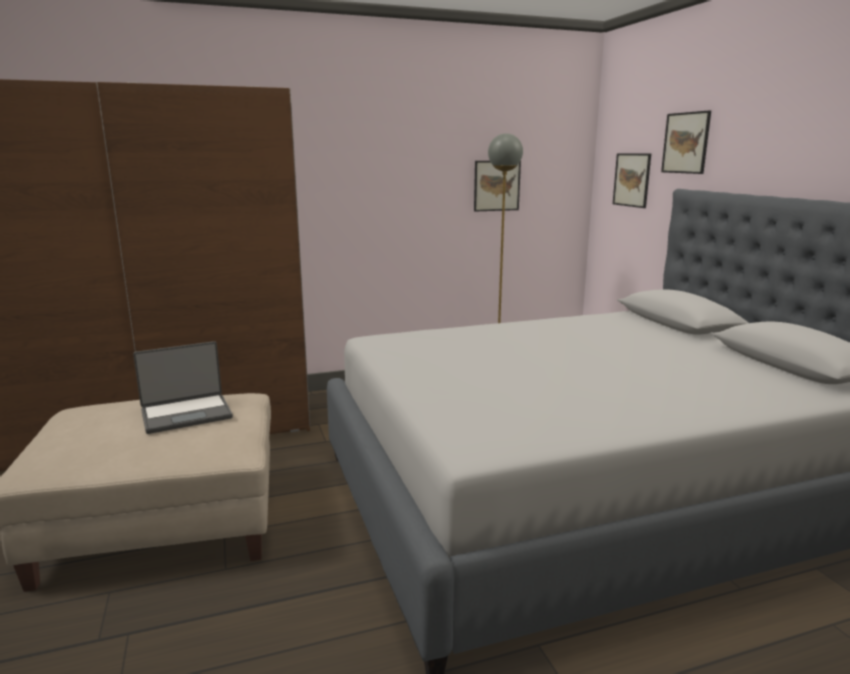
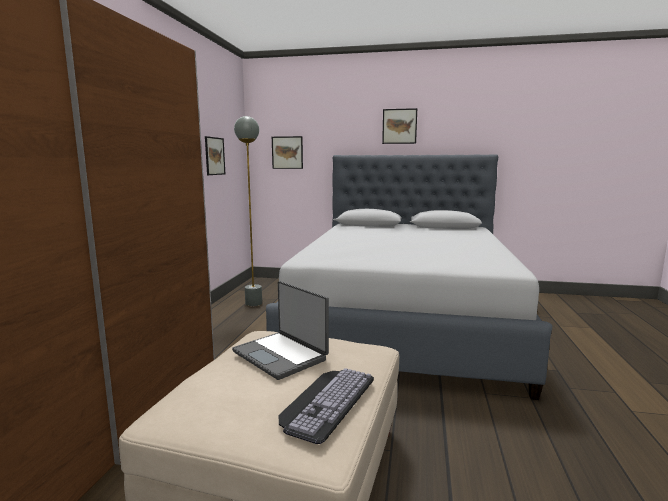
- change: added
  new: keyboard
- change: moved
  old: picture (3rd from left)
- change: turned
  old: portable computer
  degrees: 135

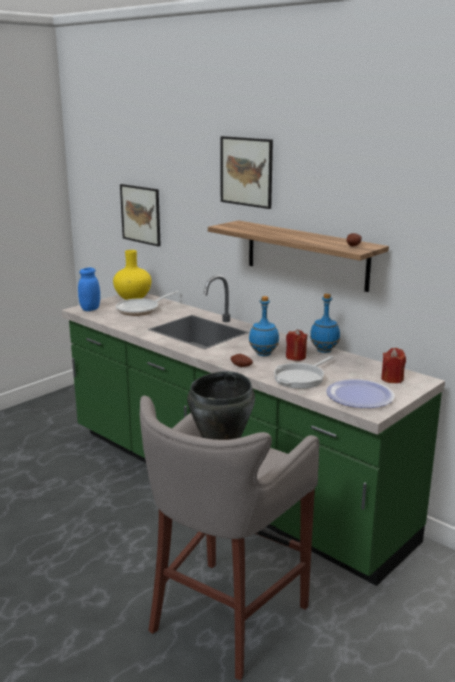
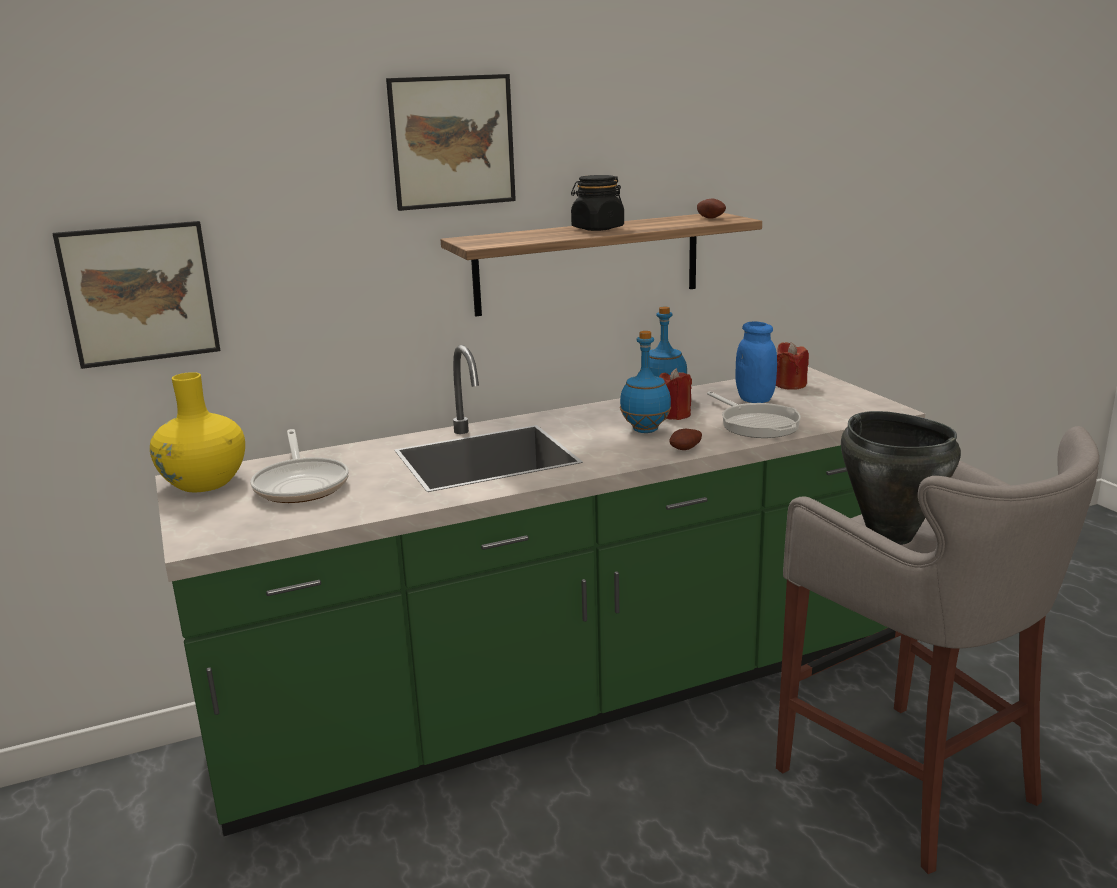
- change: removed
  old: flat dish
- change: added
  new: black-coloured preserve jar
- change: moved
  old: blue preserve jar

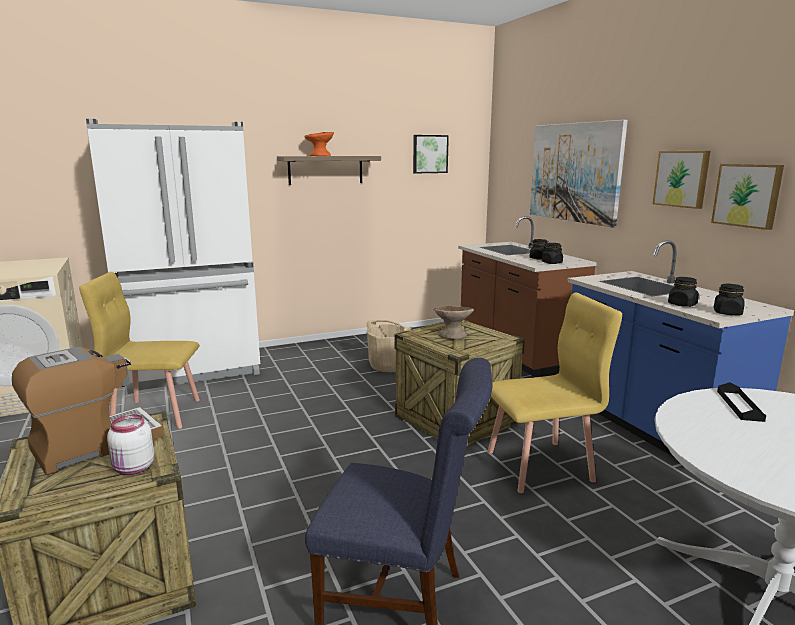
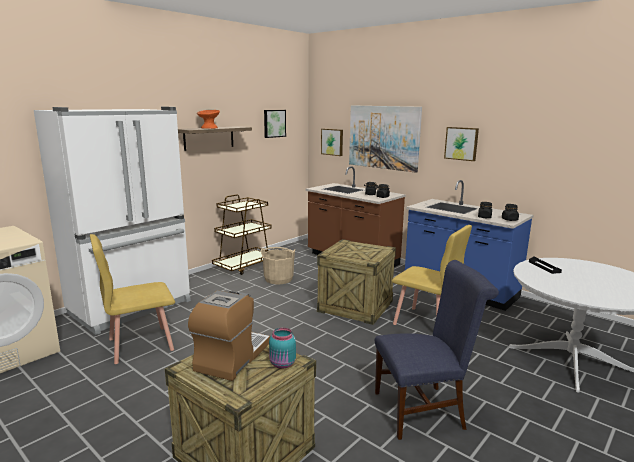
- change: removed
  old: sand-coloured bowl
- change: added
  new: brown-coloured trolley
- change: moved
  old: picture (4th from left in the first image)
  new: picture (2nd from left)
- change: recoloured
  old: whitish preserve jar
  new: turquoise-coloured preserve jar
- change: turned
  old: yellow-coloured upright chair (2nd from left)
  degrees: 75

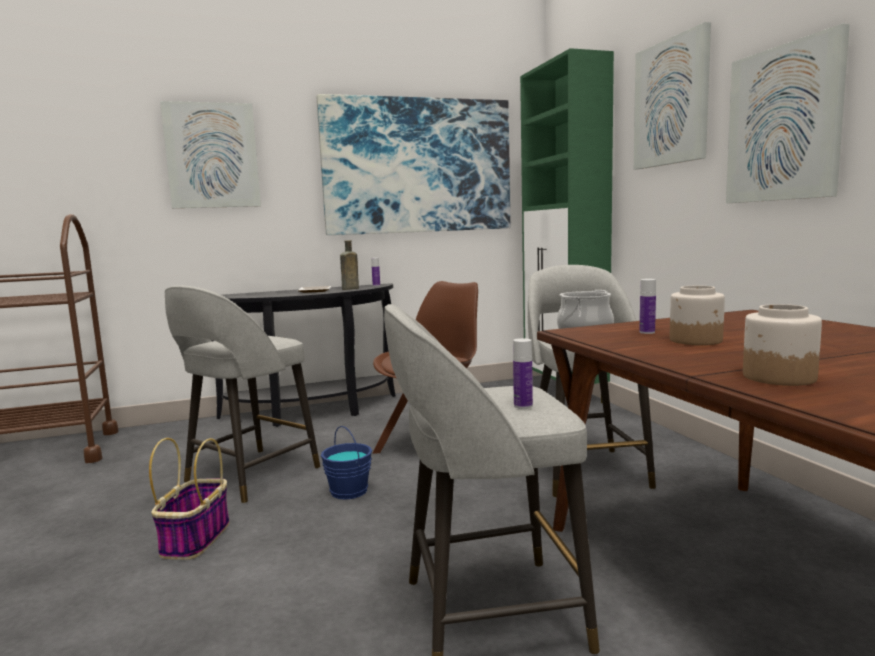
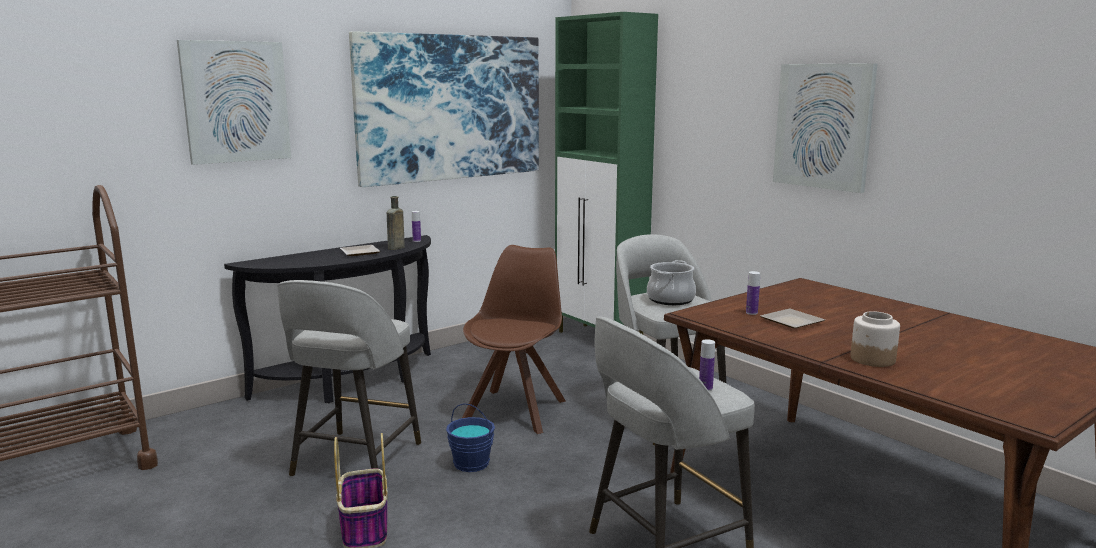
- change: removed
  old: picture (3rd from left)
- change: replaced
  old: preserve jar (1st from left)
  new: flat dish (2nd from left)

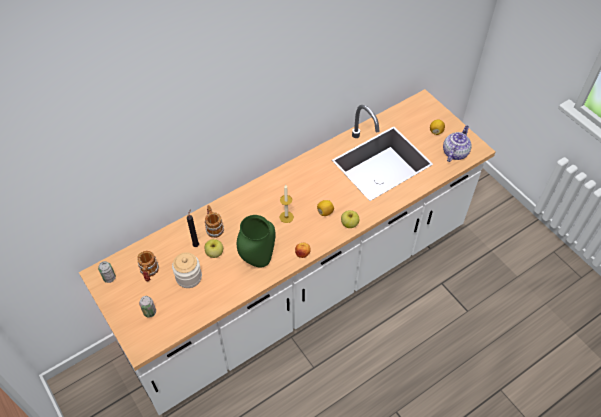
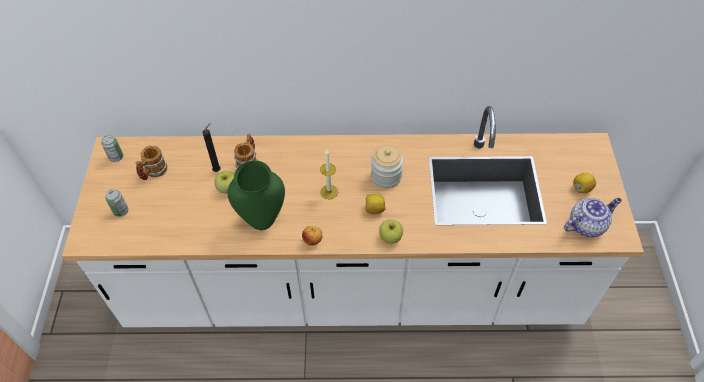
- change: moved
  old: preserve jar

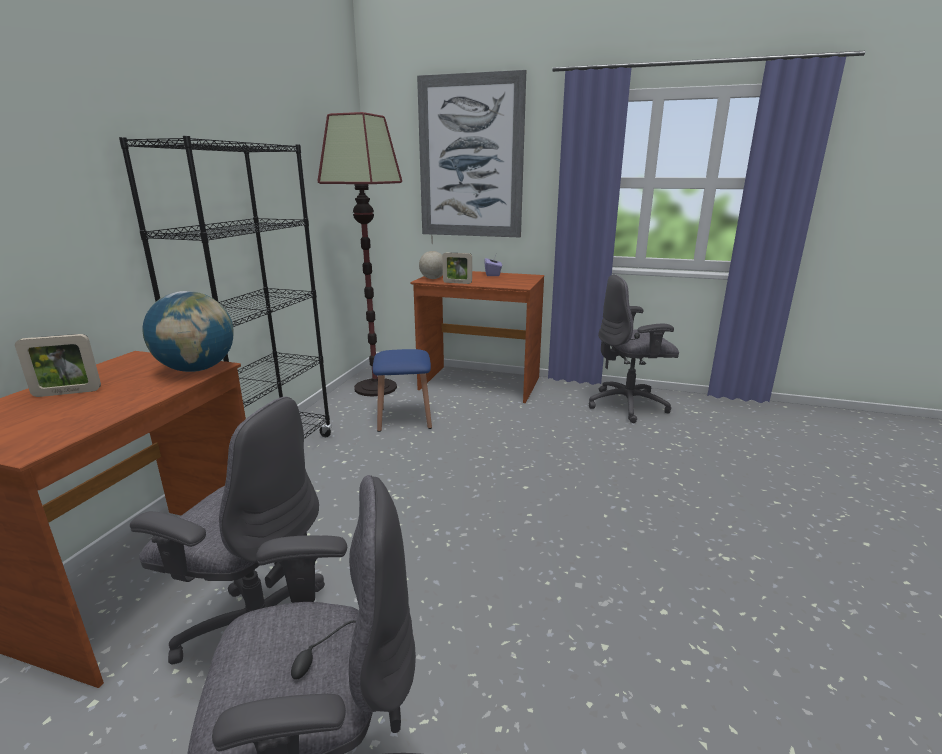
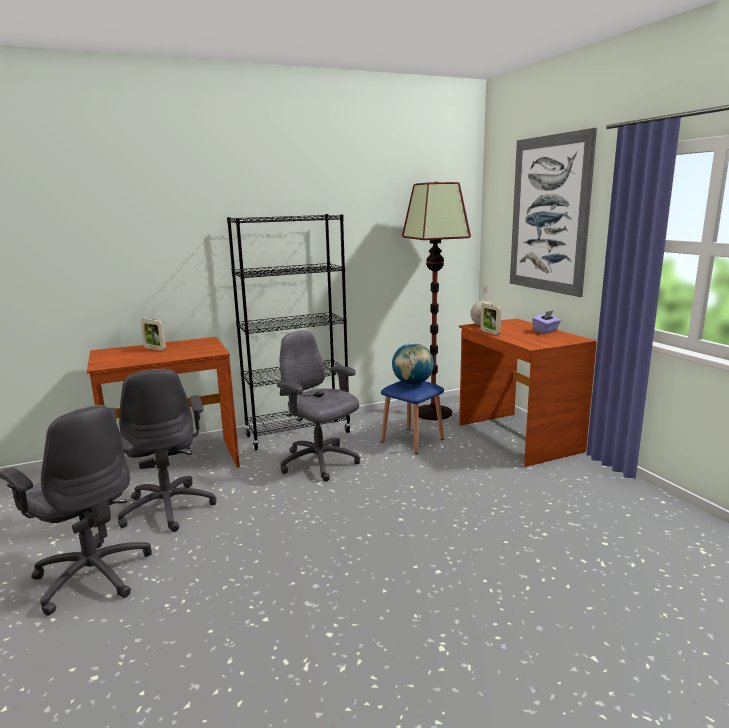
- change: moved
  old: world globe (1st from left)
- change: moved
  old: grey desk chair (3rd from left)

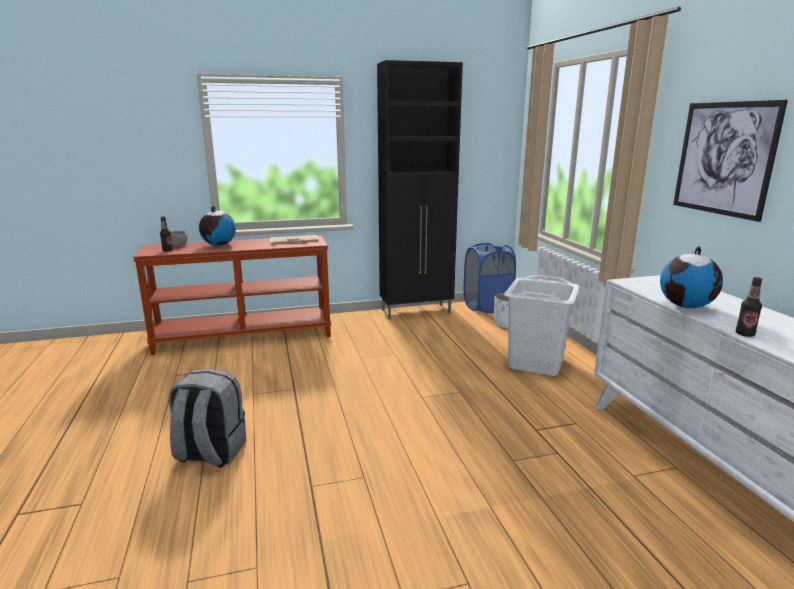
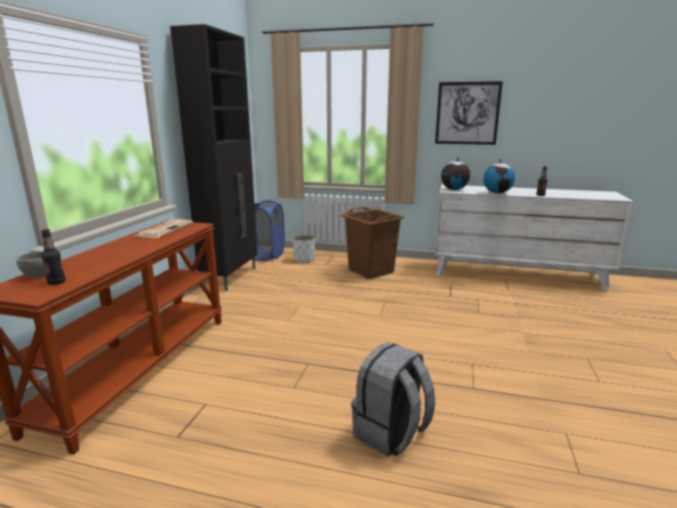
- change: moved
  old: world globe (1st from left)
- change: recoloured
  old: whitish laundry basket
  new: brown-coloured laundry basket

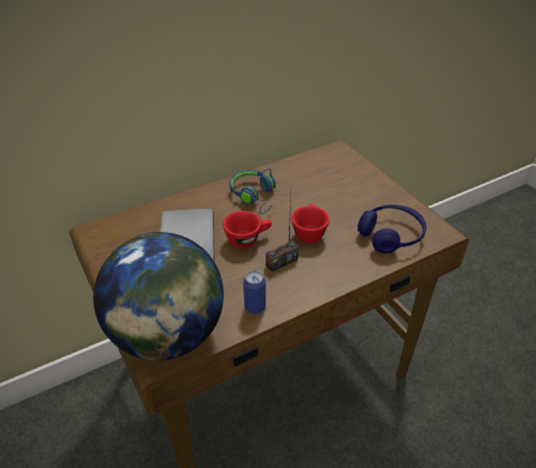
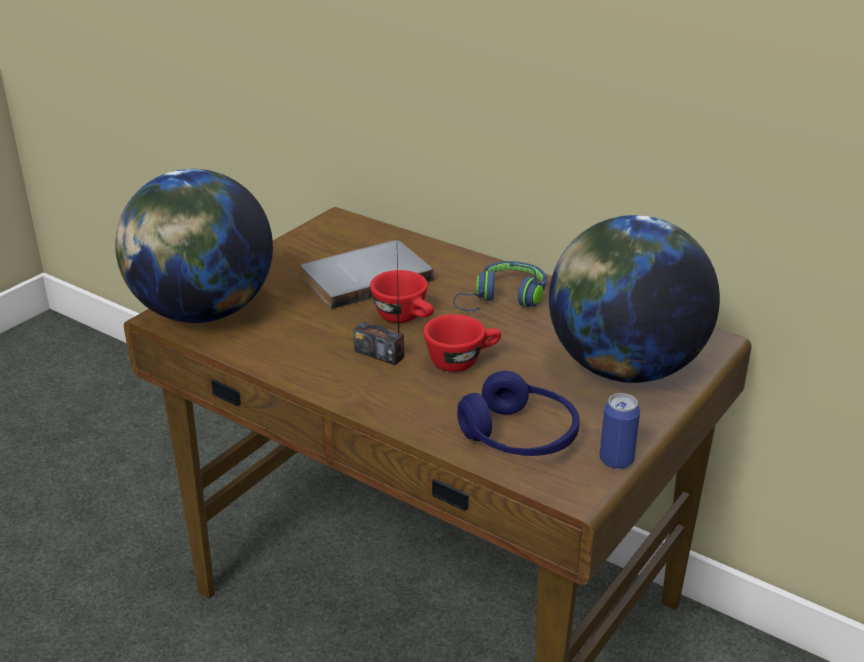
- change: added
  new: world globe (2nd from left)
- change: moved
  old: sealed can

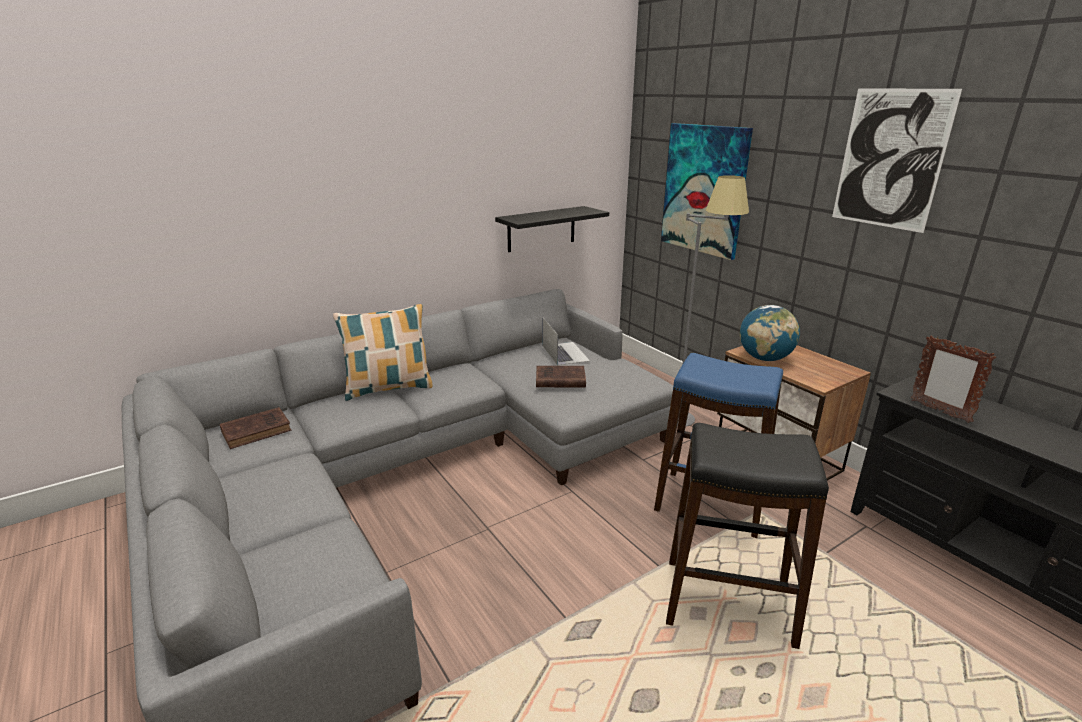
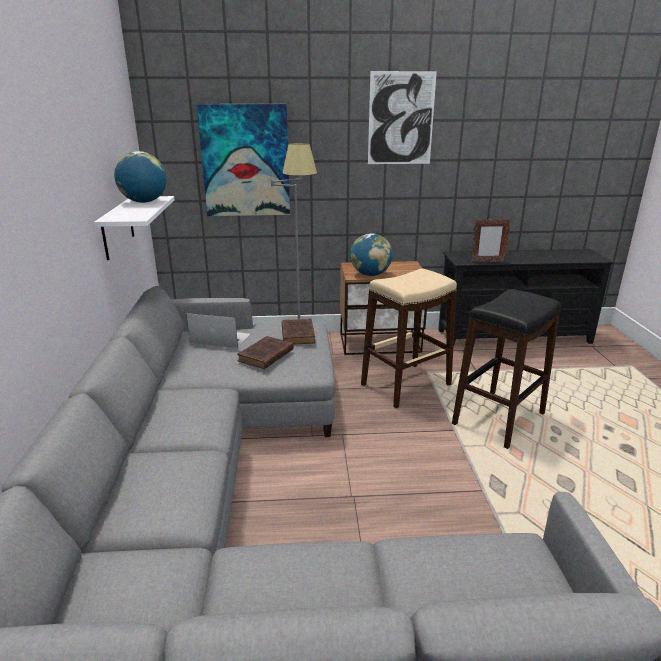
- change: removed
  old: pillow
- change: added
  new: world globe (1st from left)
- change: moved
  old: brown-coloured volume (1st from left in the first image)
  new: brown-coloured volume (2nd from left)
- change: recoloured
  old: black-coloured wall shelf
  new: whitish wall shelf
- change: recoloured
  old: blue sitting stool
  new: sand-coloured sitting stool

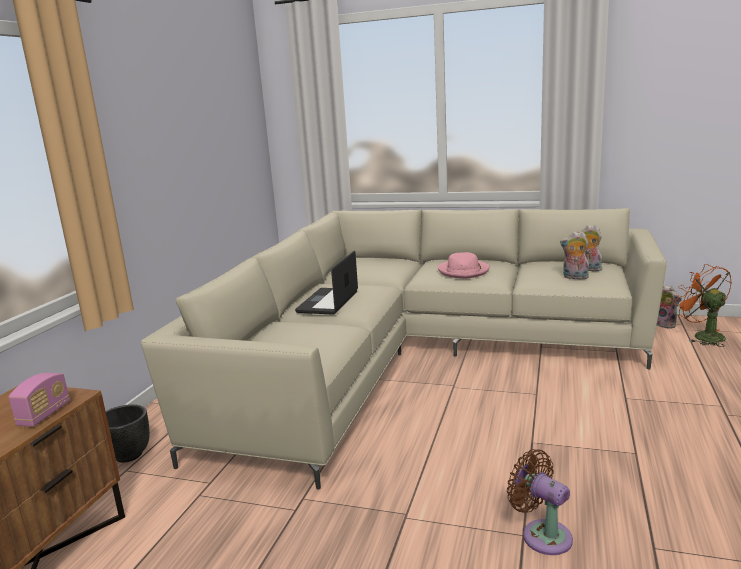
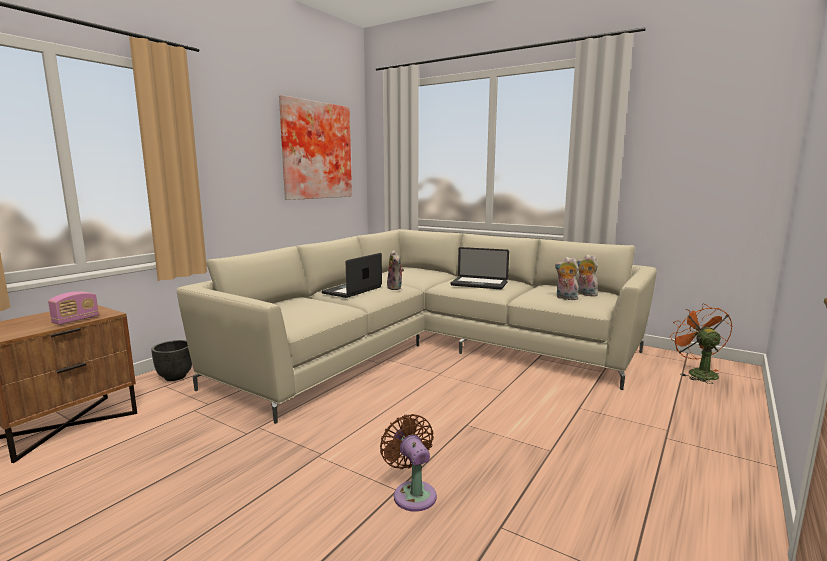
- change: added
  new: picture
- change: moved
  old: cuddly toy (3rd from left in the first image)
  new: cuddly toy (1st from left)
- change: replaced
  old: pink-coloured hat
  new: portable computer (2nd from left)

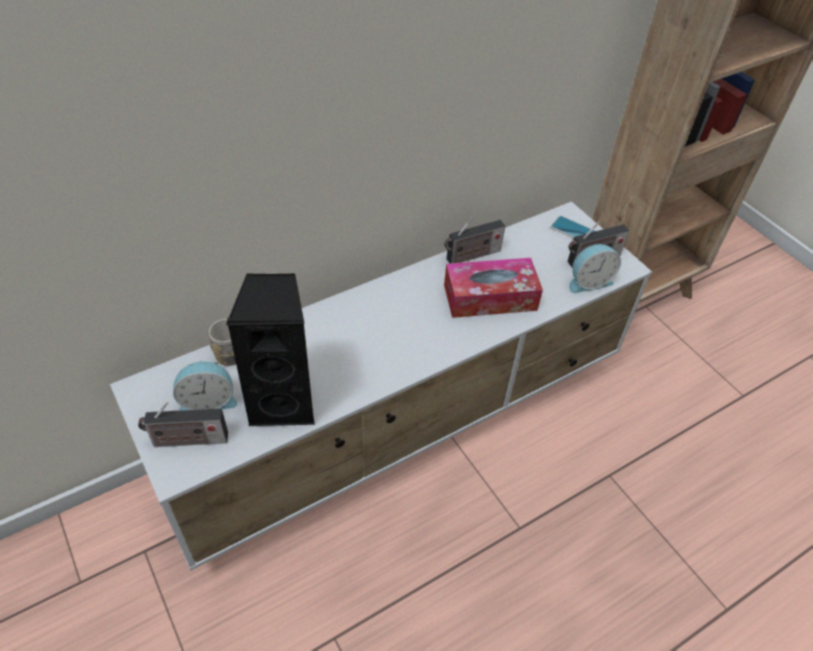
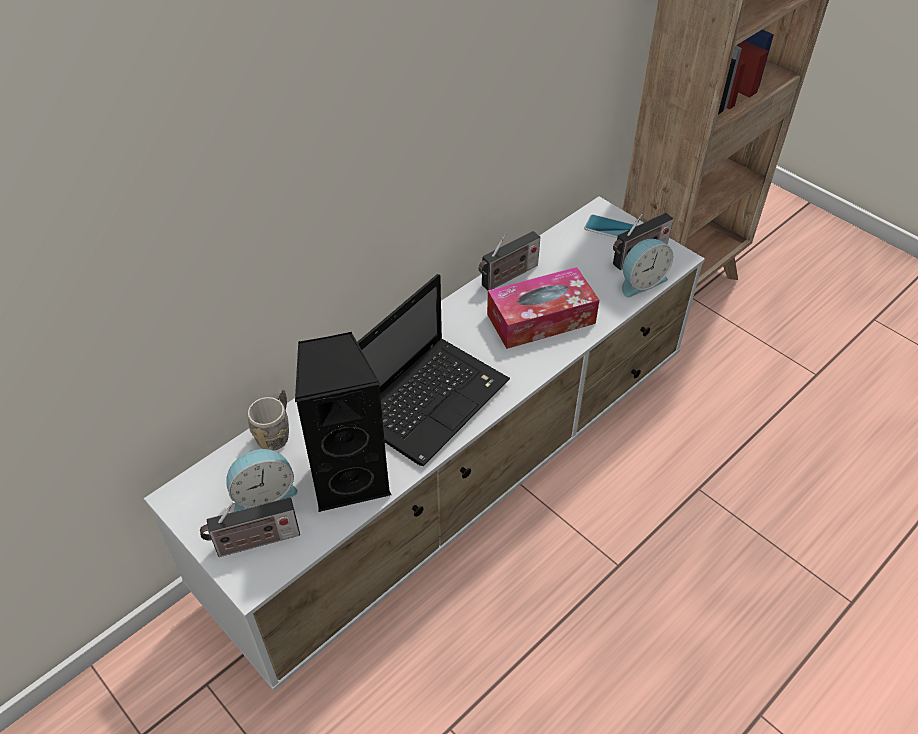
- change: added
  new: portable computer

